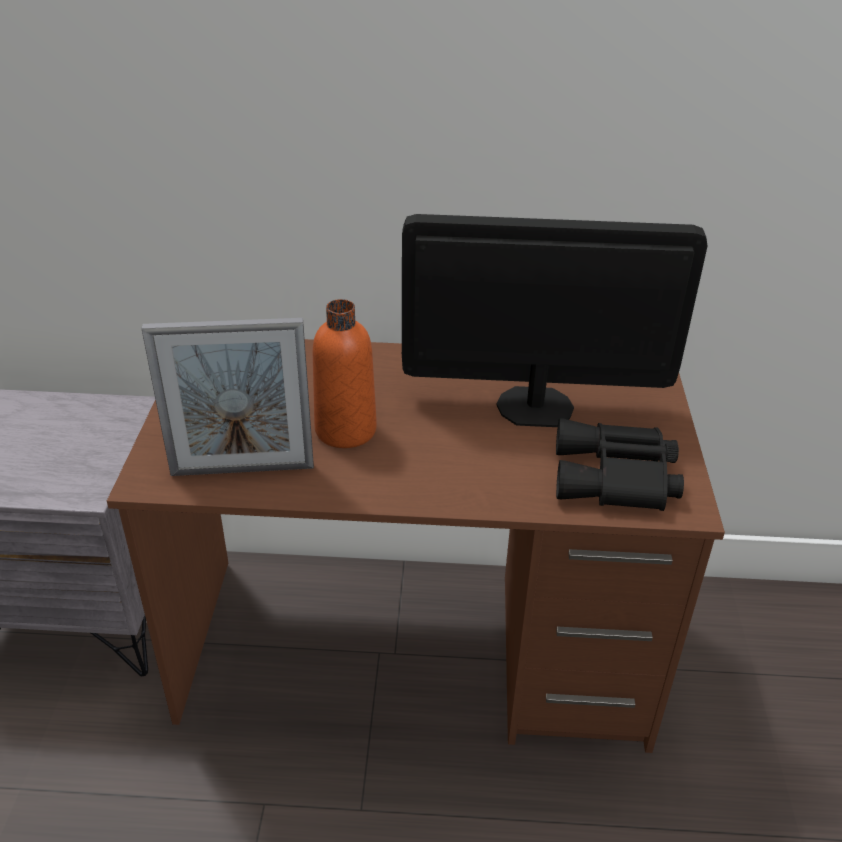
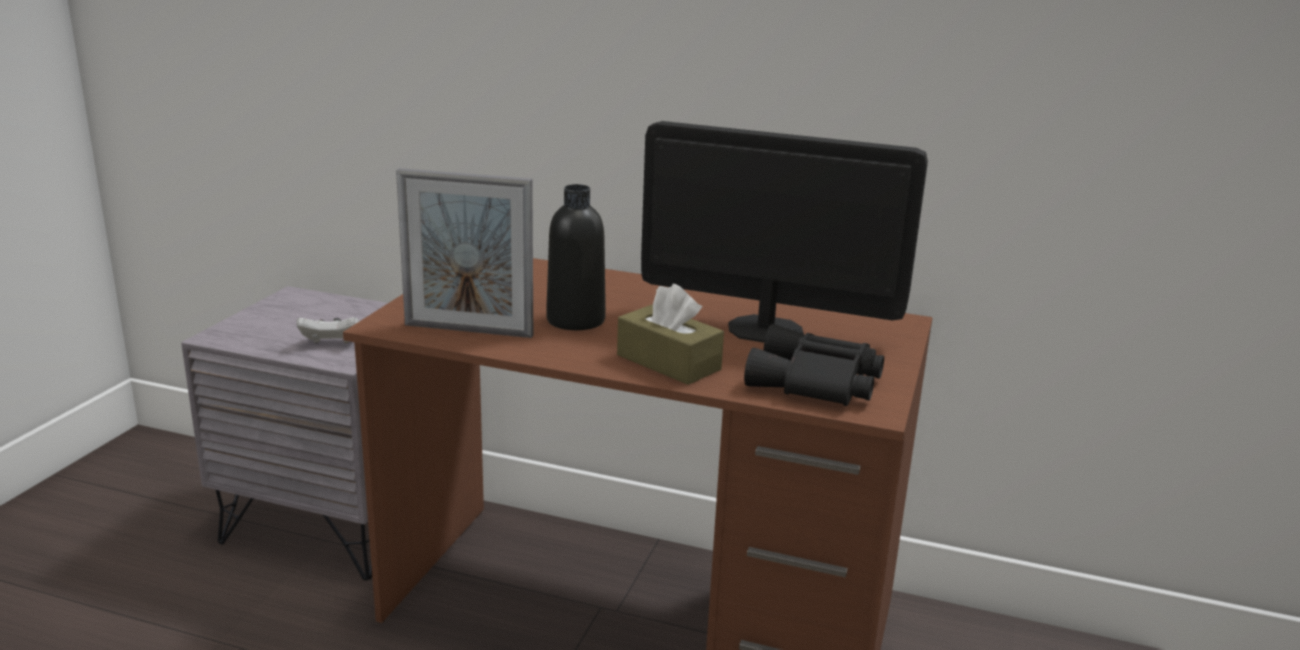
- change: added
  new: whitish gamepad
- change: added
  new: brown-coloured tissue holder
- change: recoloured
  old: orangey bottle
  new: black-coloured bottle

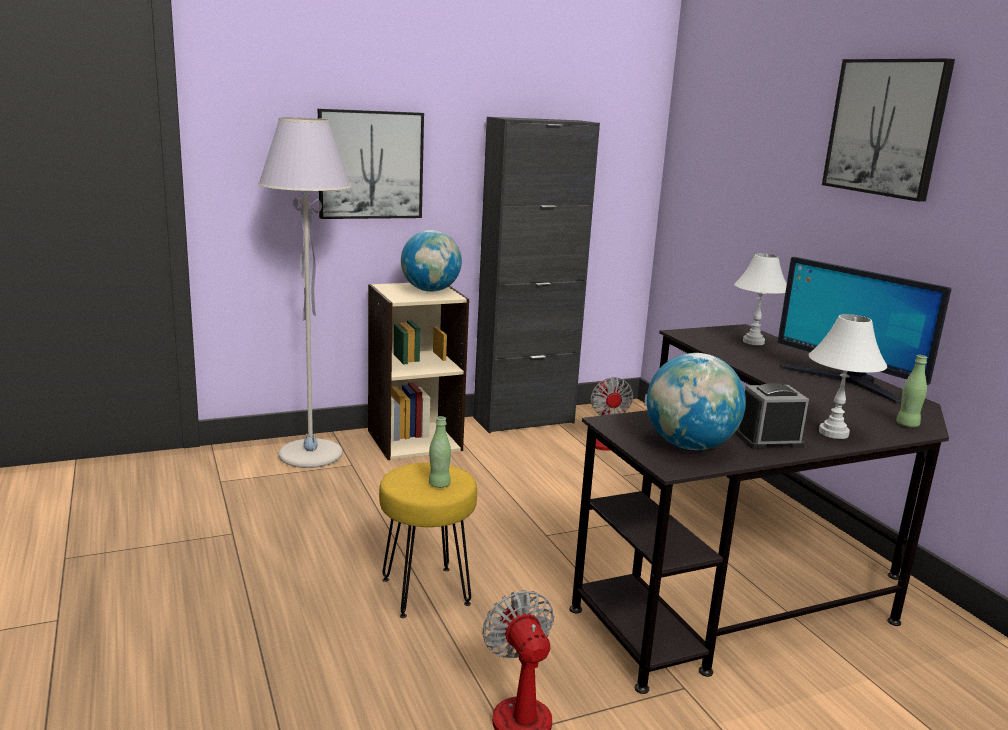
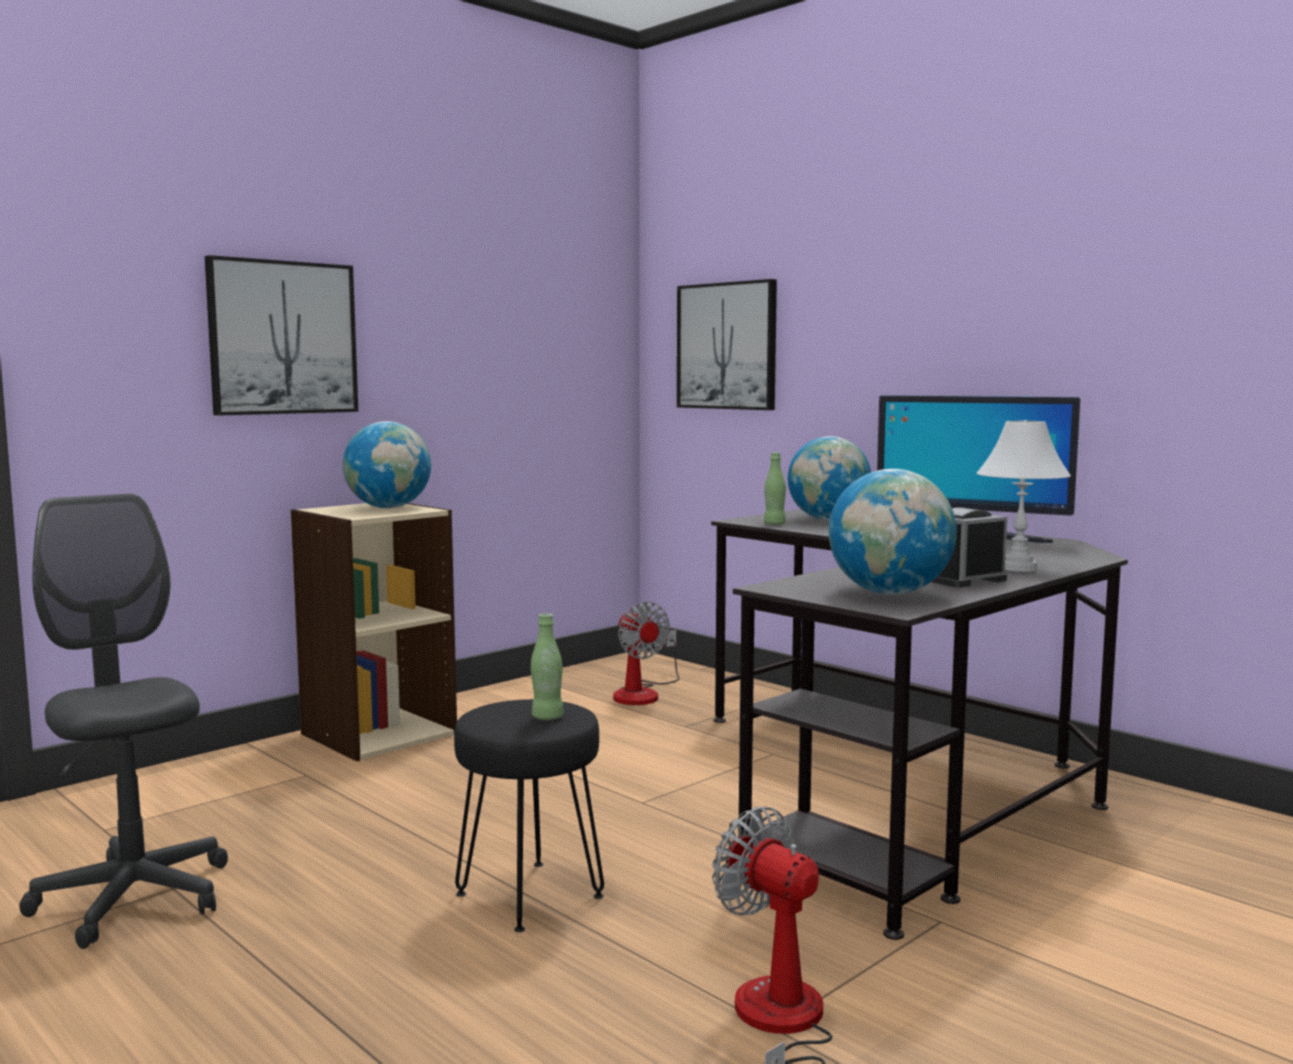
- change: removed
  old: grey standard lamp
- change: removed
  old: black-coloured cupboard
- change: added
  new: grey desk chair
- change: moved
  old: picture (2nd from left)
- change: moved
  old: greenish bottle (2nd from left)
- change: replaced
  old: whitish lamp for a table (1st from left)
  new: world globe (2nd from left)
- change: recoloured
  old: yellow-coloured sitting stool
  new: black-coloured sitting stool

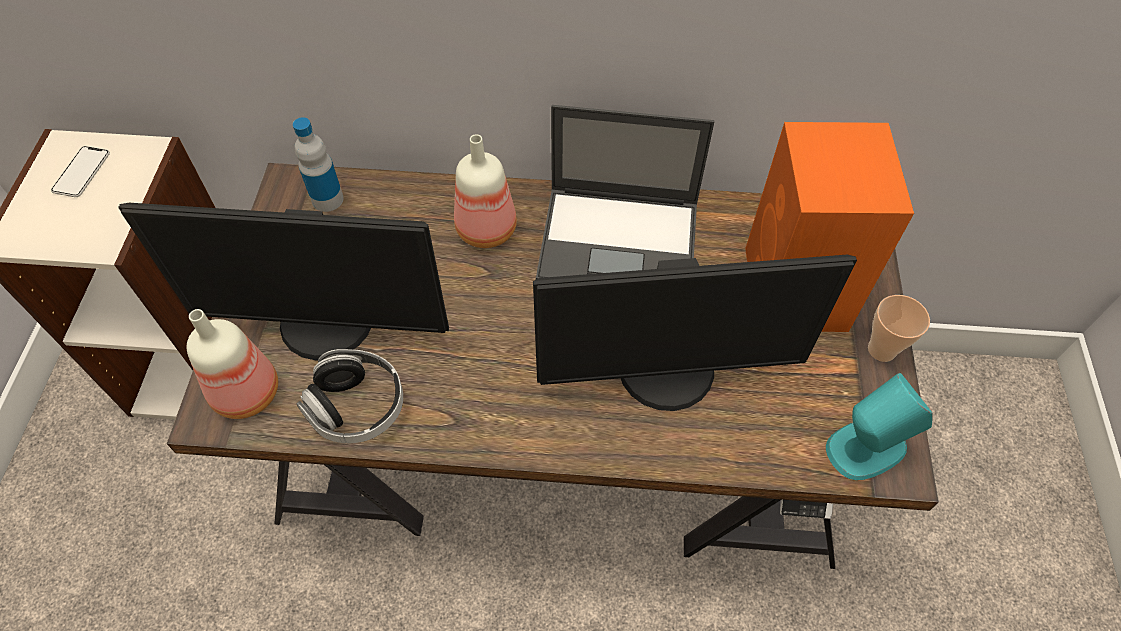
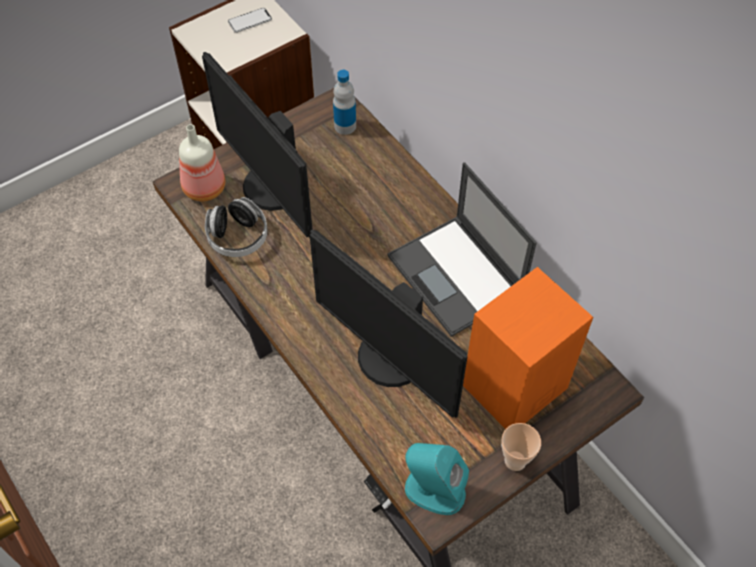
- change: removed
  old: bottle (3rd from left)

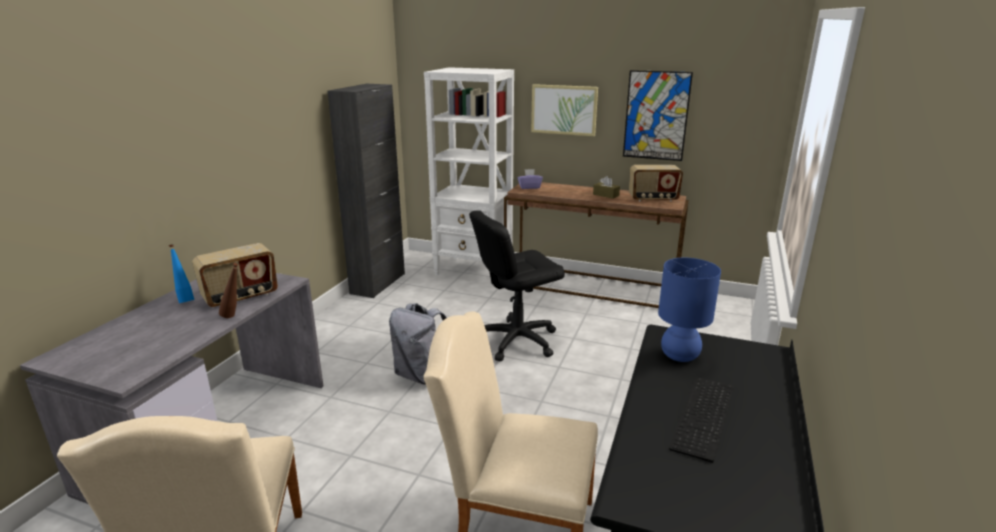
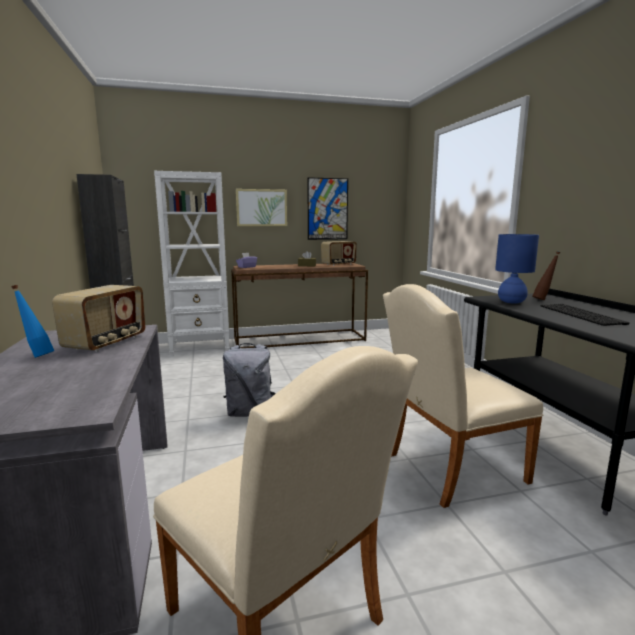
- change: removed
  old: black-coloured desk chair
- change: moved
  old: brown-coloured bottle

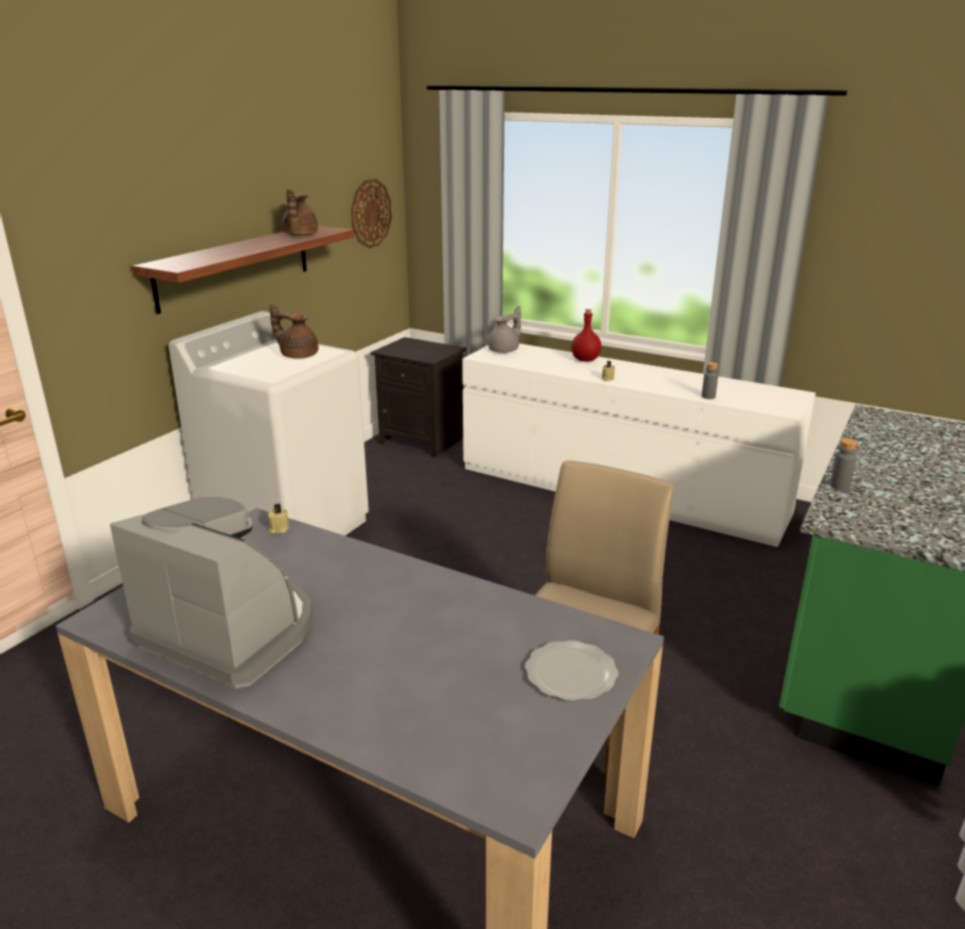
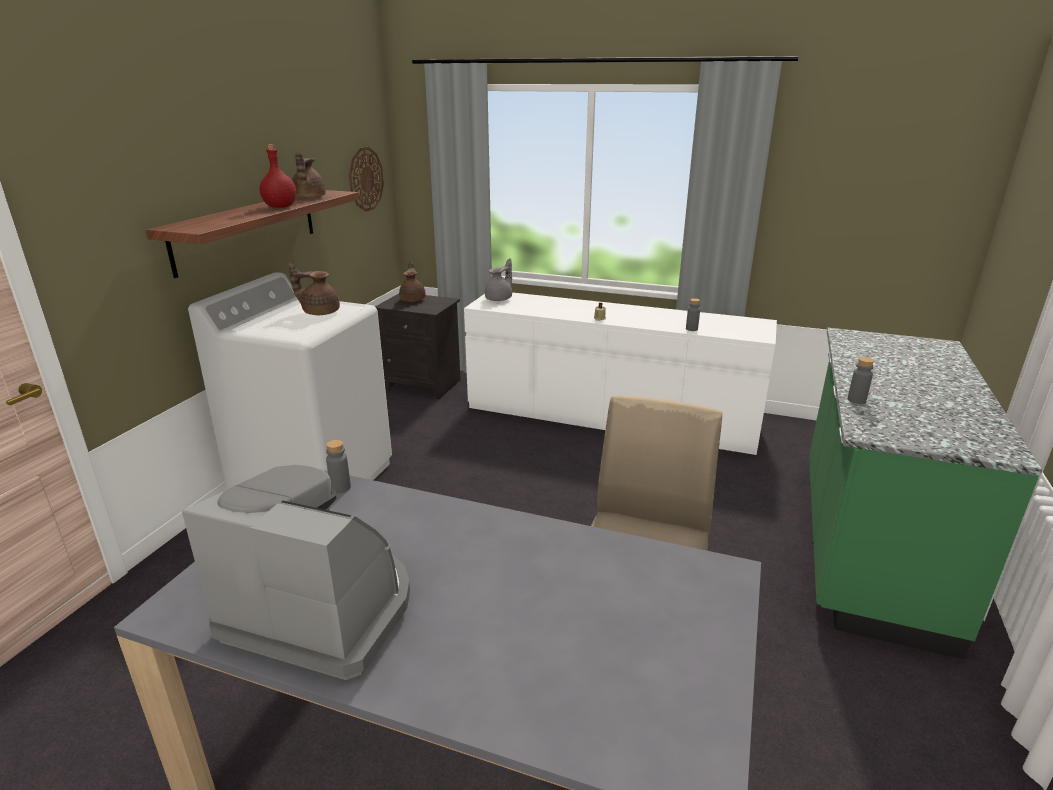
- change: removed
  old: flat dish
- change: added
  new: brown-coloured tea pot (3rd from left)
- change: moved
  old: reddish bottle
- change: replaced
  old: sand-coloured candle (1st from left)
  new: grey bottle (1st from left)

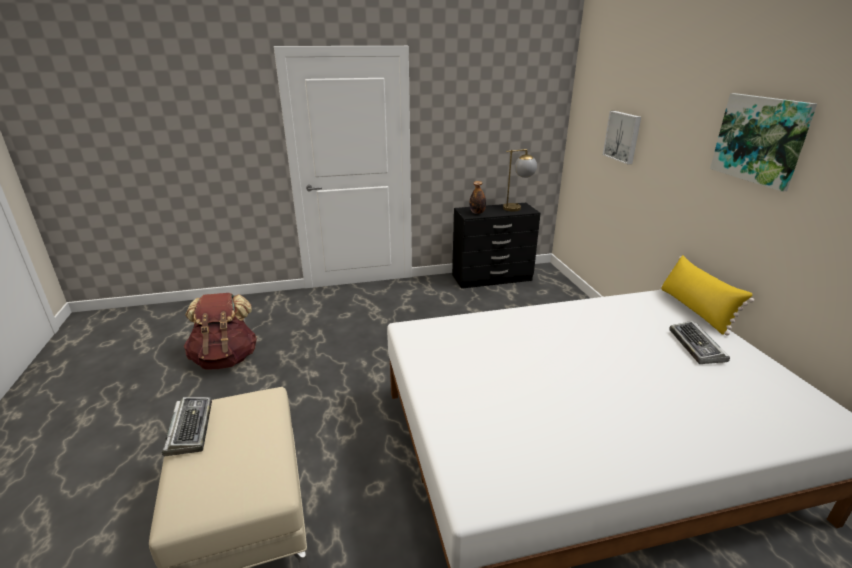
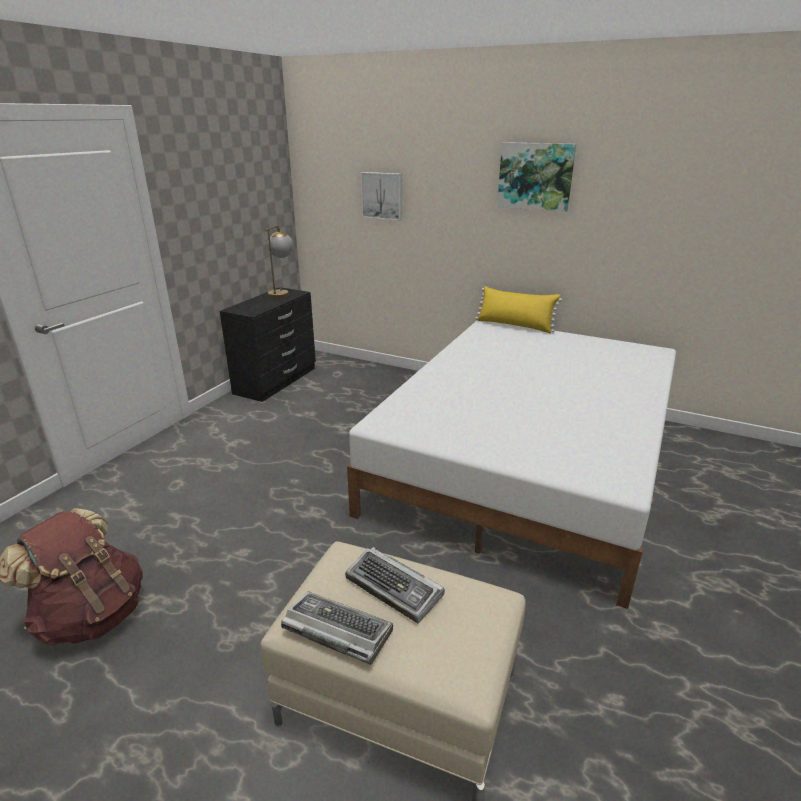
- change: removed
  old: bottle
- change: moved
  old: keyboard (2nd from left)

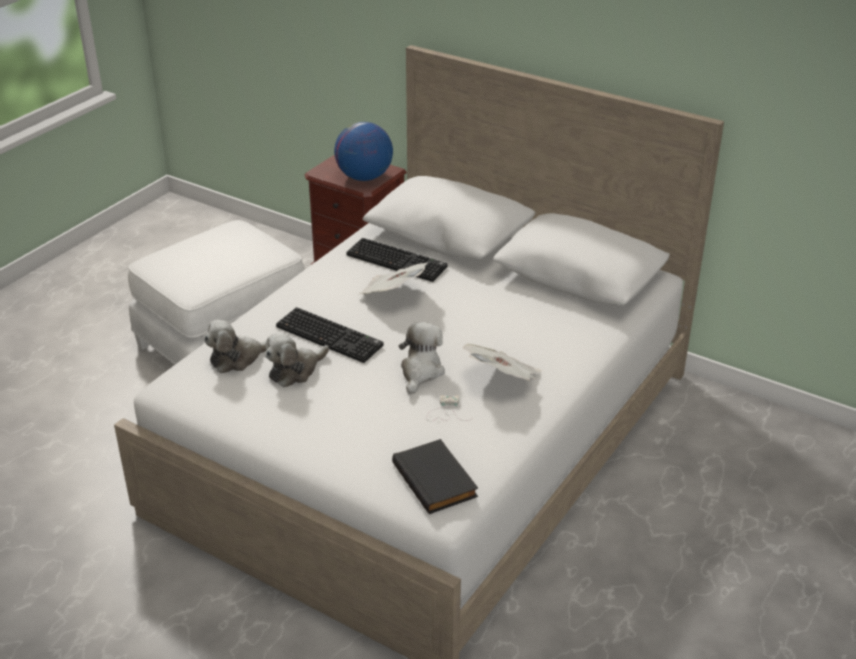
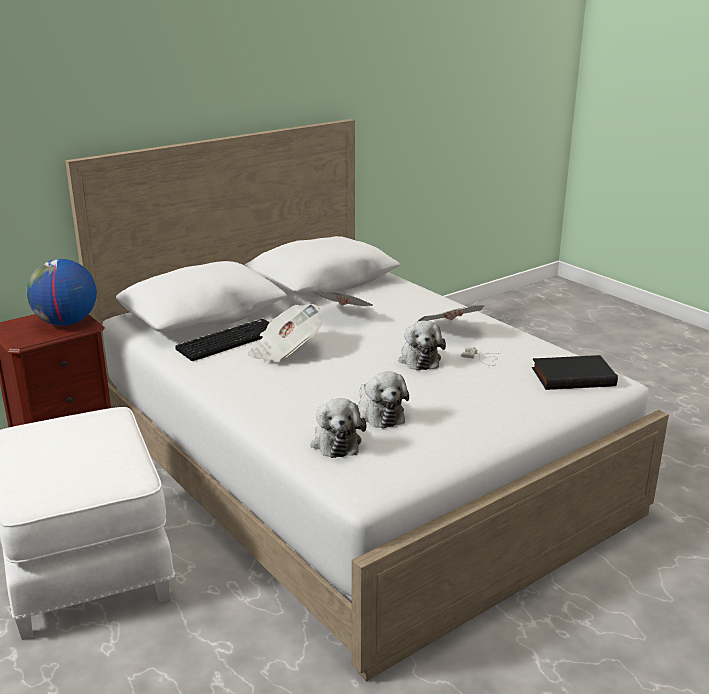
- change: removed
  old: keyboard (1st from left)
- change: added
  new: newspaper (2nd from left)
- change: turned
  old: cuddly toy (3rd from left)
  degrees: -135

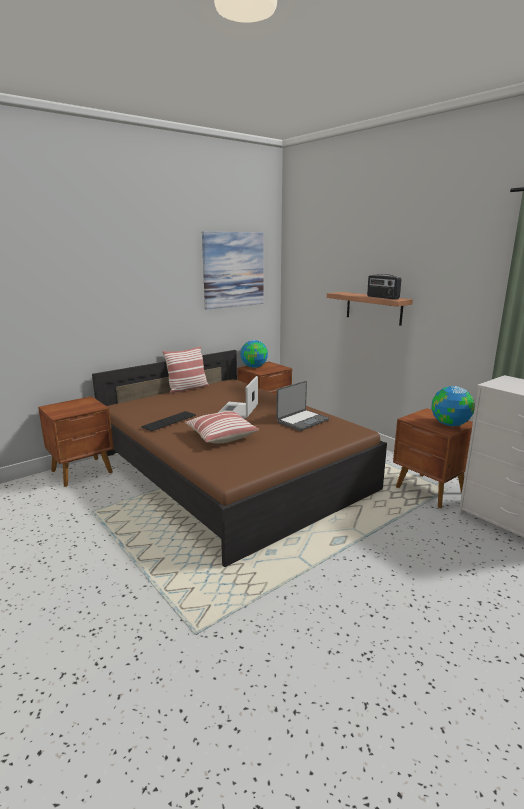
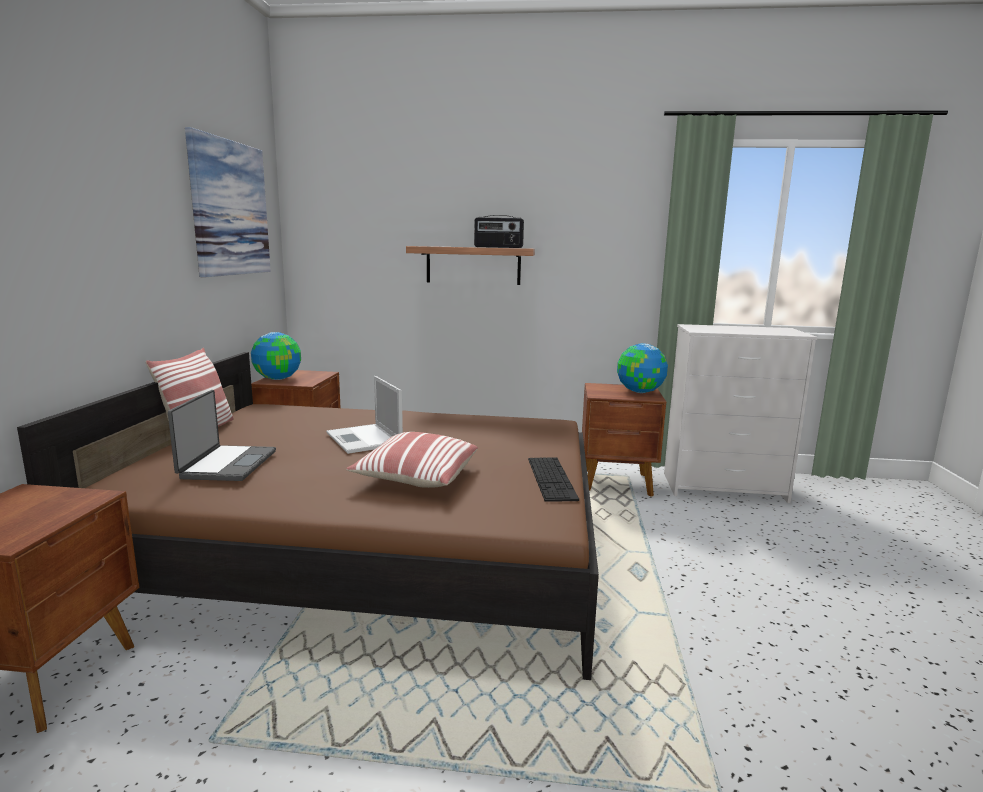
- change: moved
  old: keyboard
- change: moved
  old: portable computer (2nd from left in the first image)
  new: portable computer (1st from left)

